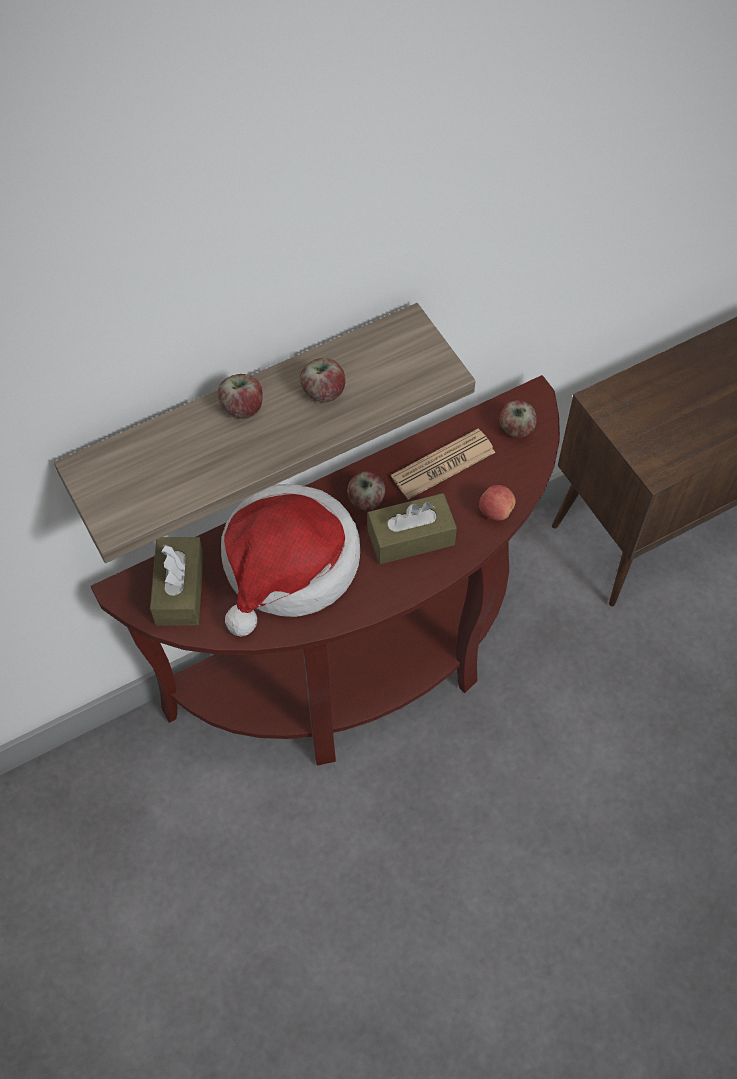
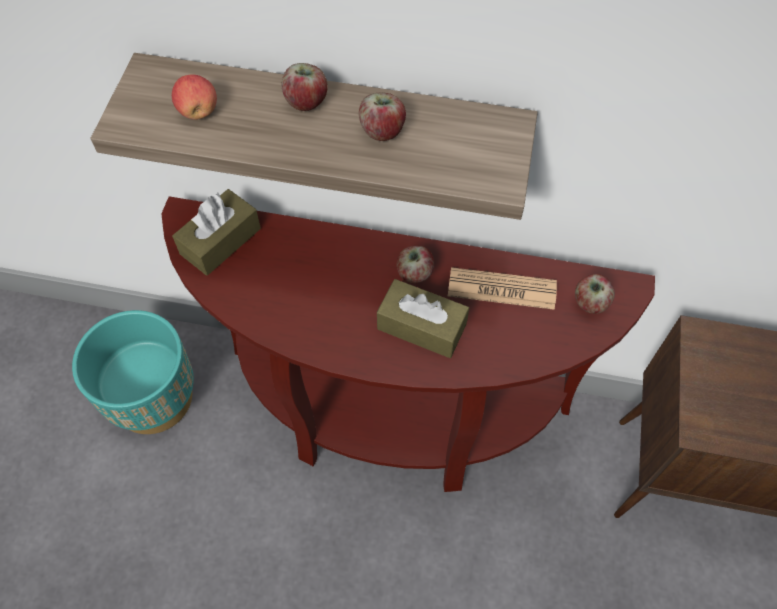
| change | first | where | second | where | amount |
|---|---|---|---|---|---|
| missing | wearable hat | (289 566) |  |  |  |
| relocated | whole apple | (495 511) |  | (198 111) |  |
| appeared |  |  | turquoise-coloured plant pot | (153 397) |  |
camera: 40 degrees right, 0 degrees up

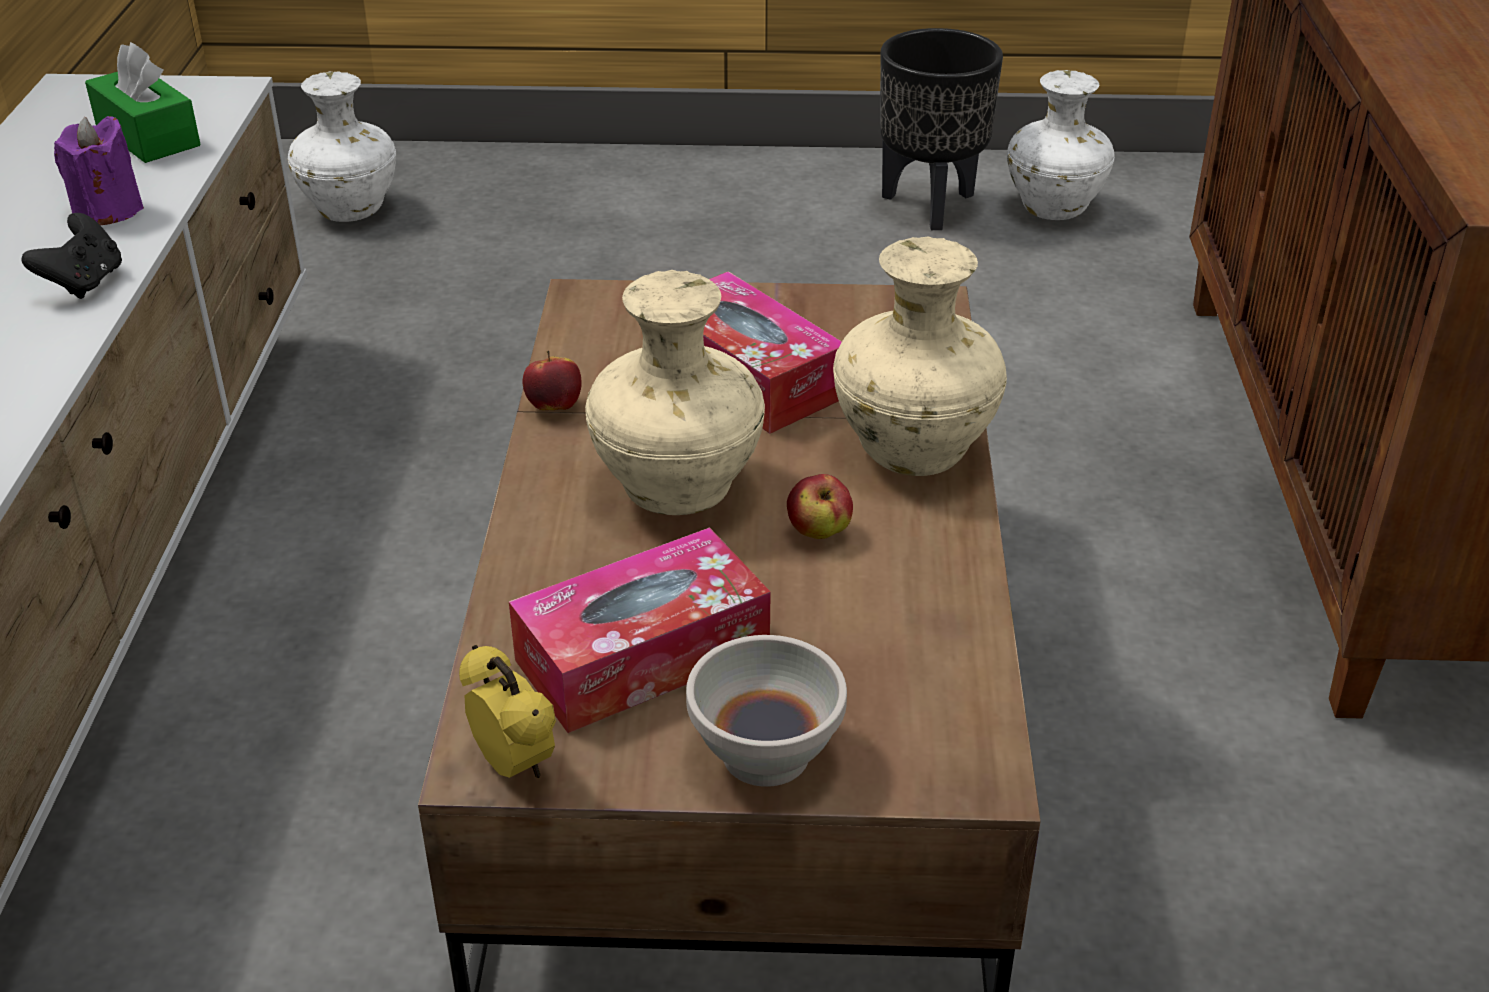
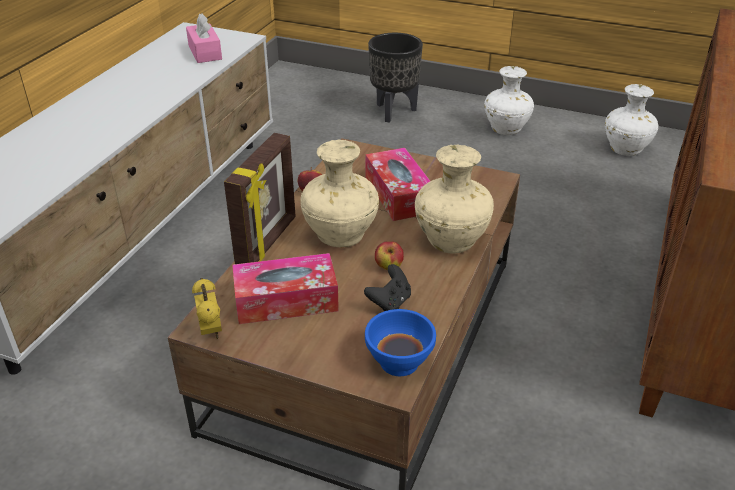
| change | first | where | second | where | amount |
|---|---|---|---|---|---|
| relocated | blackish game controller | (84 283) |  | (390 302) |  |
| missing | purple-coloured wax light | (107 211) |  |  |  |
| colour | greenish box of tissues | (148 136) | pink box of tissues | (205 52) |  |
| relocated | white-coloured decorative vase | (352 210) |  | (506 129) |  |
| missing | white-coloured serving bowl | (763 756) |  |  |  |
| relocated | blackish plant pot | (931 206) |  | (394 112) |  |
| appeared |  |  | photo frame | (268 242) |  |
| appeared |  |  | bluish serving bowl | (398 362) |  |
camera: 20 degrees right, 0 degrees up

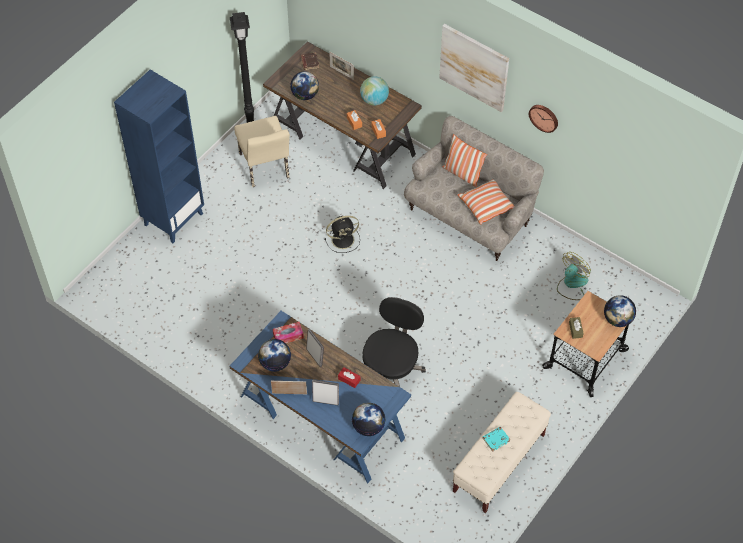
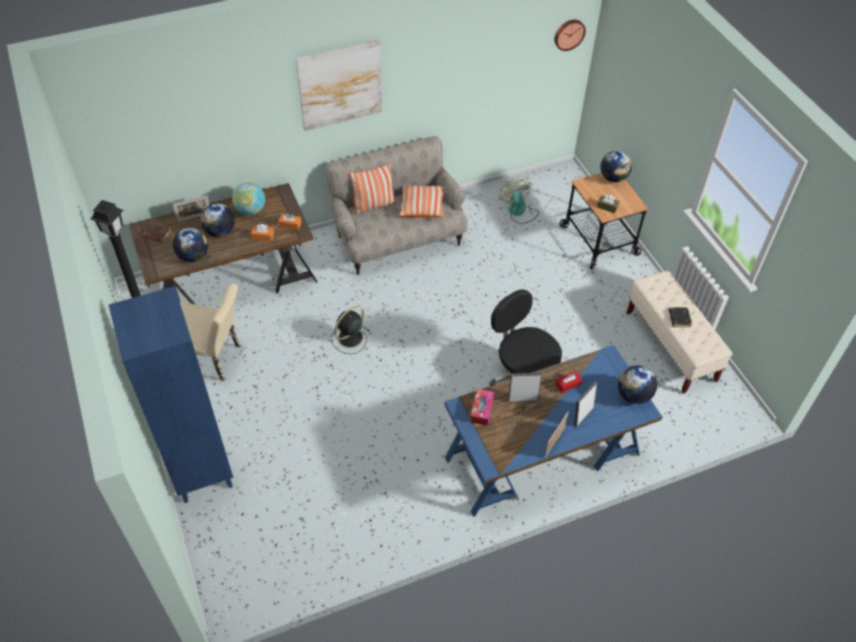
| change | first | where | second | where | amount |
|---|---|---|---|---|---|
| relocated | globe | (275 363) |  | (220 231) |  |
| spun | blackish electric fan | (344 239) |  | (349 338) | 150 degrees counterclockwise |
| colour | turquoise-coloured bound book | (496 439) | blackish bound book | (679 318) |  |
| relocated | clock on the wall | (544 117) |  | (569 34) |  |
camera: 60 degrees left, 5 degrees down

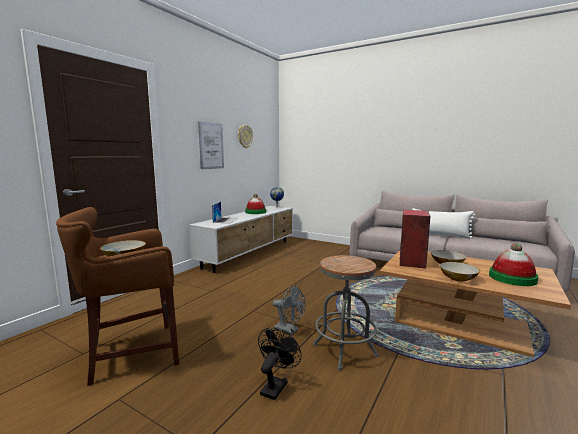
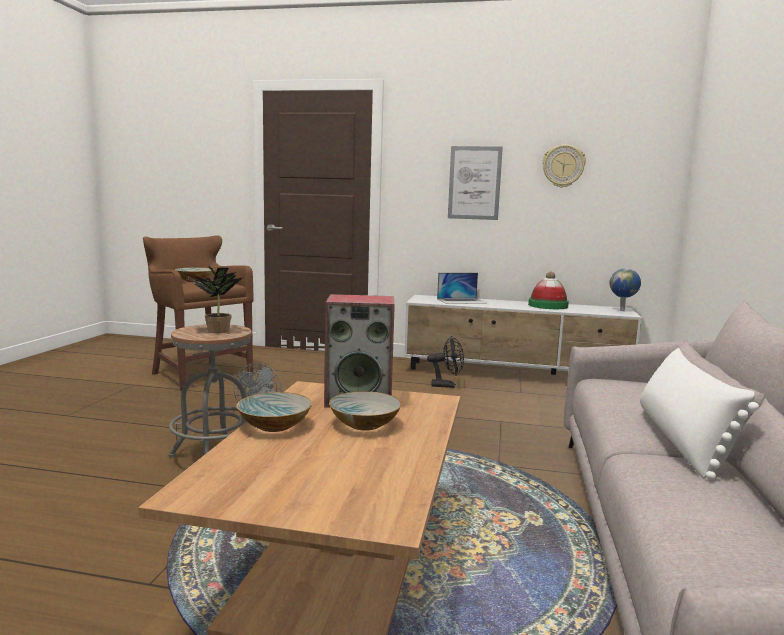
| change | first | where | second | where | amount |
|---|---|---|---|---|---|
| relocated | blackish electric fan | (276 385) |  | (447 385) |  |
| missing | wearable hat | (512 278) |  |  |  |
| appeared |  |  | potted plant | (215 331) |  |
camera: 70 degrees right, 0 degrees up

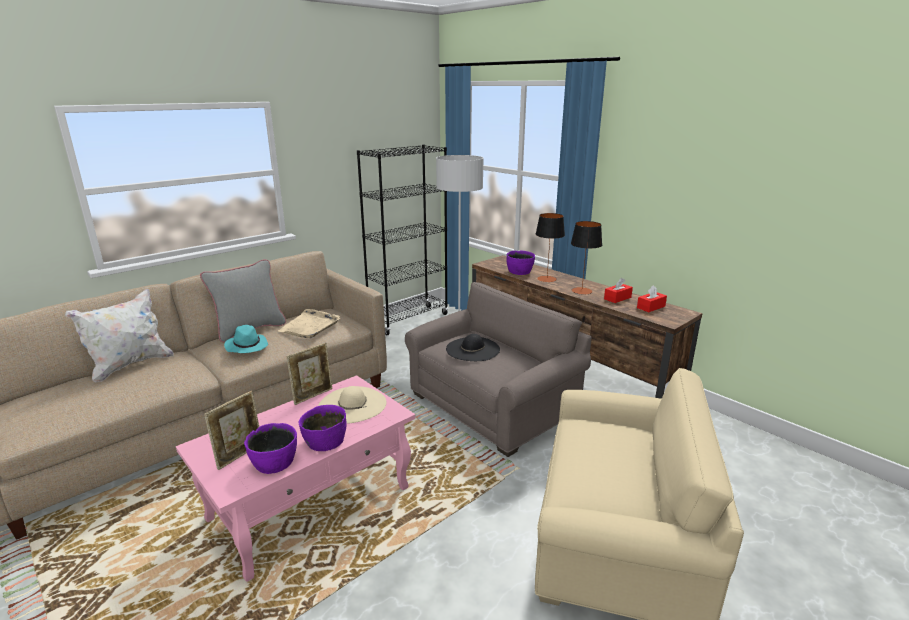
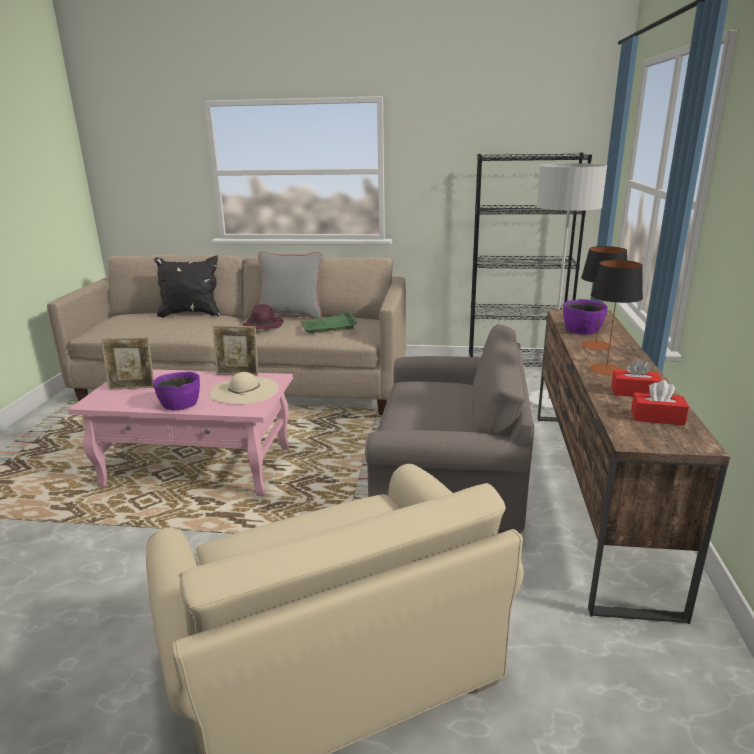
| change | first | where | second | where | amount |
|---|---|---|---|---|---|
| colour | white-coloured cushion | (130 365) | blackish cushion | (191 314) |  |
| colour | turquoise-coloured wearable hat | (246 346) | purple-coloured wearable hat | (263 325) |  |
| missing | purple-coloured serving bowl | (275 462) |  |  |  |
| colour | sand-coloured tray | (310 326) | greenish tray | (329 326) |  |
| missing | blackish wearable hat | (473 349) |  |  |  |
camera: 50 degrees right, 0 degrees up

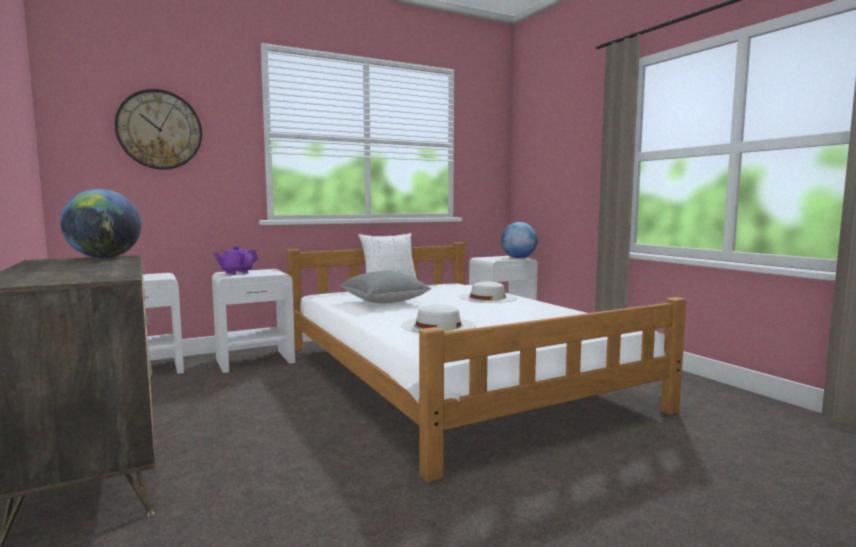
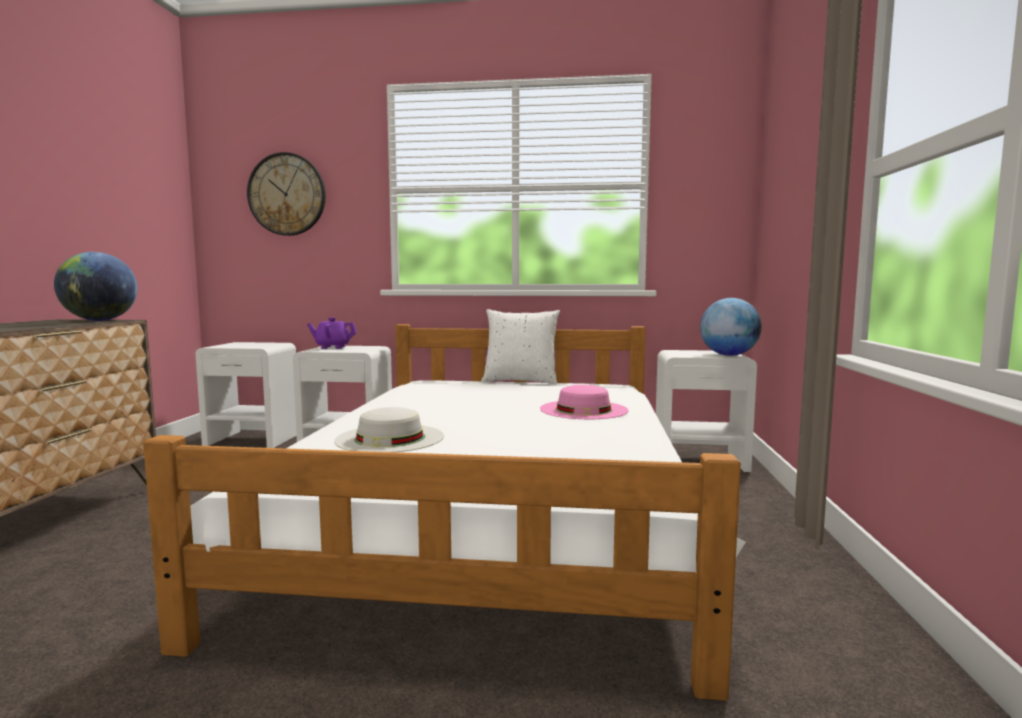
| change | first | where | second | where | amount |
|---|---|---|---|---|---|
| missing | grey cushion | (384 302) |  |  |  |
| colour | white-coloured wearable hat | (487 297) | pink wearable hat | (583 409) |  |
camera: 35 degrees right, 0 degrees up

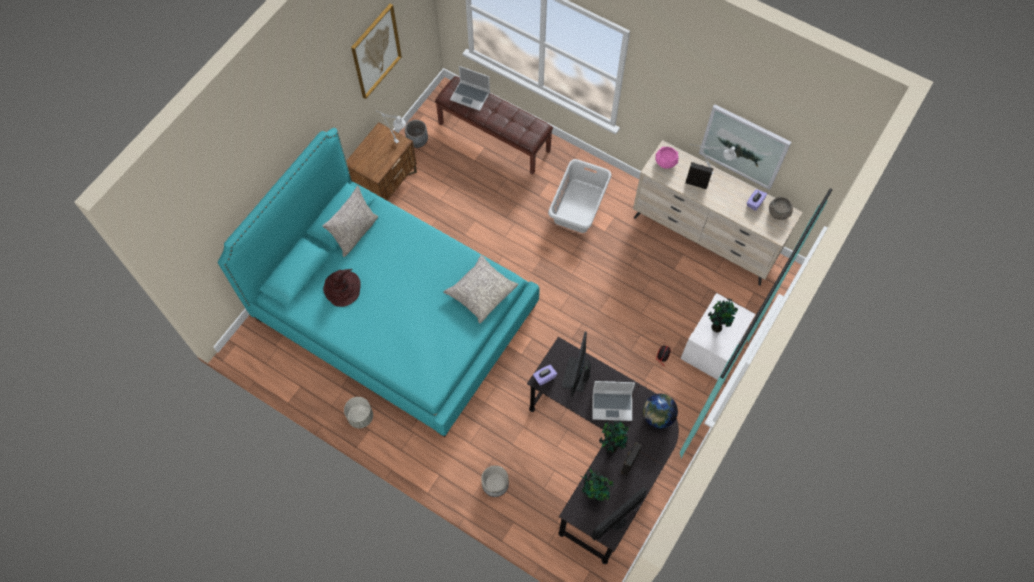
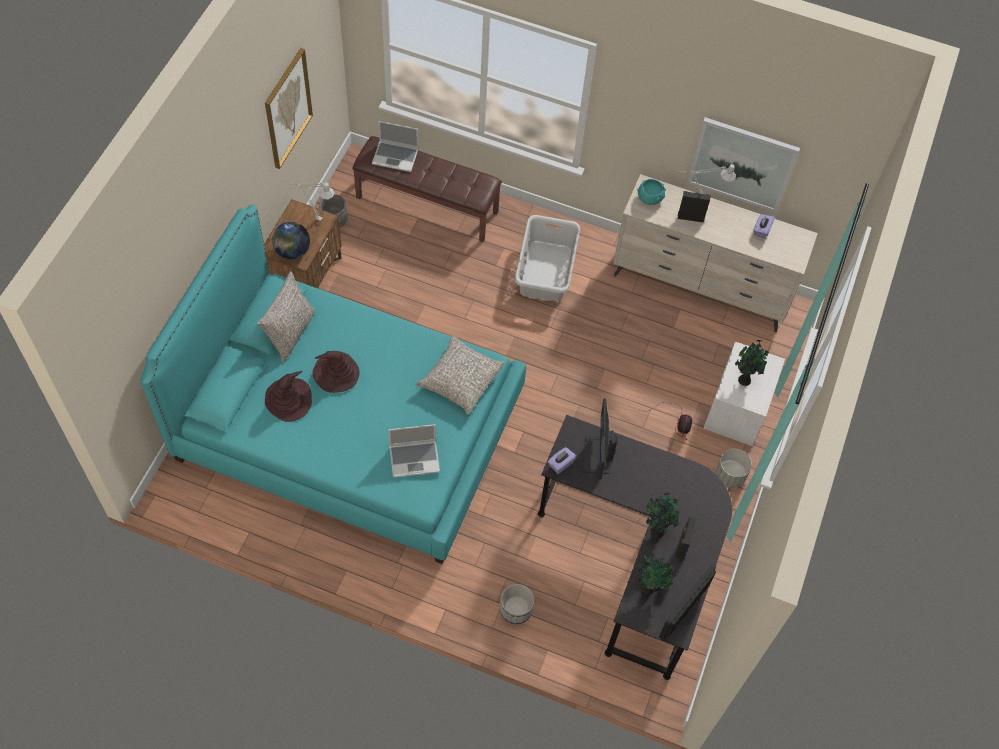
| change | first | where | second | where | amount |
|---|---|---|---|---|---|
| relocated | grey plant pot | (360 417) |  | (730 475) |  |
| relocated | laptop | (612 405) |  | (415 458) |  |
| relocated | globe | (657 416) |  | (292 251) |  |
| colour | pink serving bowl | (665 162) | turquoise-coloured serving bowl | (649 198) |  |
| missing | grey serving bowl | (778 212) |  |  |  |
| appeared |  |  | brown wearable hat | (336 373) |  |
camera: 15 degrees left, 5 degrees down

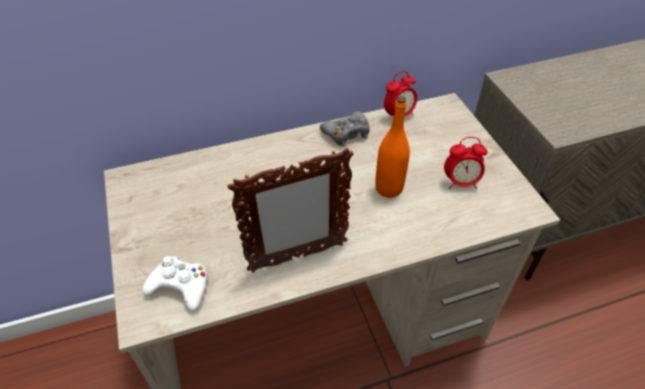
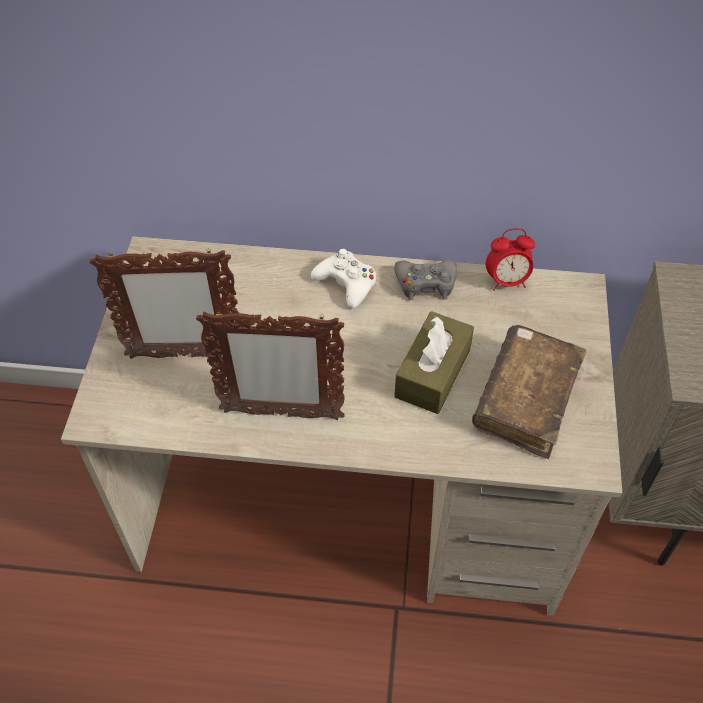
| change | first | where | second | where | amount |
|---|---|---|---|---|---|
| relocated | white-coloured game controller | (180 287) |  | (346 284) |  |
| exchanged | orange-coloured drink bottle | (389 188) | brown box of tissues | (432 373) |  |
| exchanged | table clock | (460 182) | brown bound book | (526 398) |  |
| appeared |  |  | photo frame | (184 355) |  |
camera: 25 degrees right, 5 degrees up

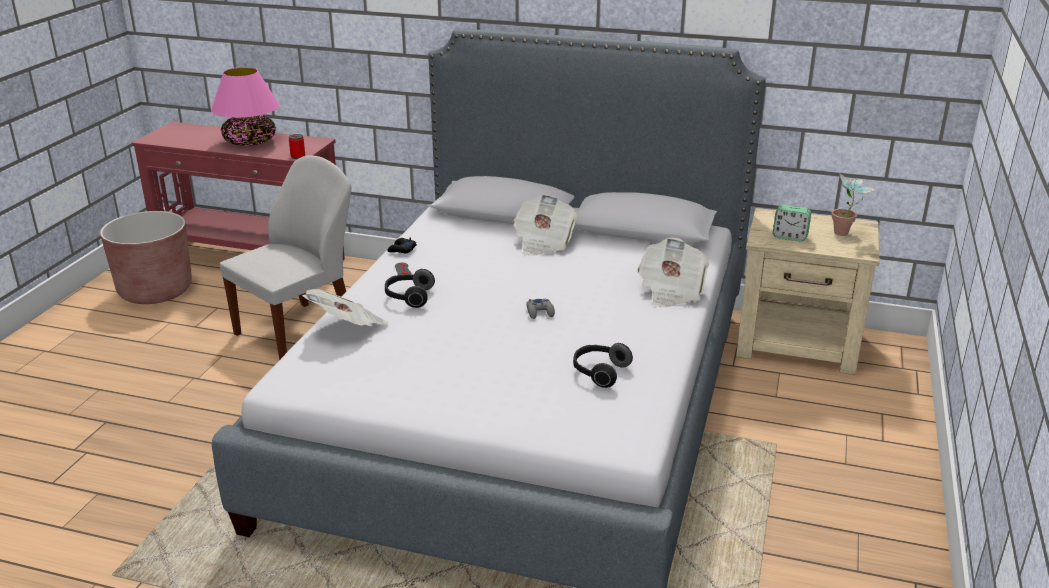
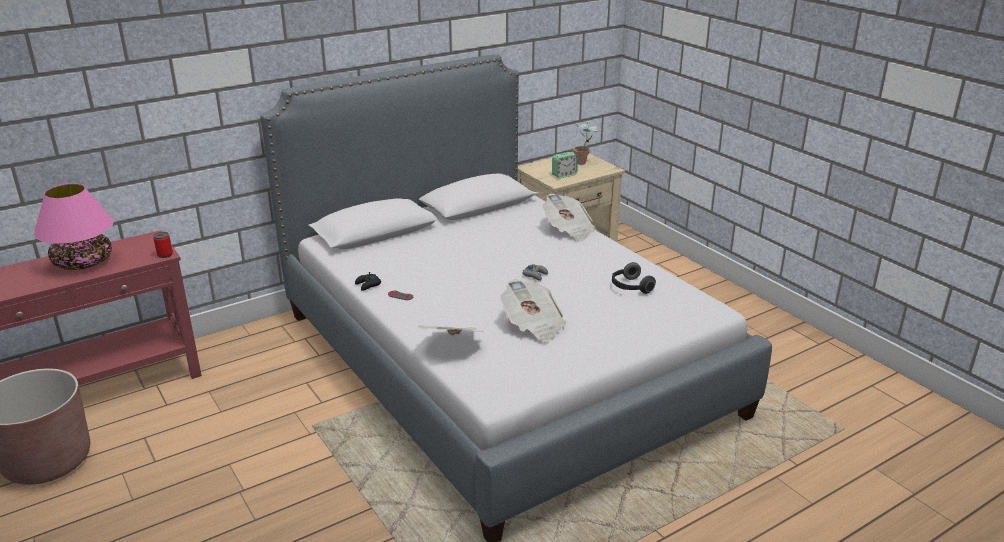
| change | first | where | second | where | amount |
|---|---|---|---|---|---|
| missing | white-coloured chair | (298 331) |  |  |  |
| missing | headphones | (408 297) |  |  |  |
| relocated | printed paper | (543 242) |  | (533 326) |  |
camera: 50 degrees left, 0 degrees up

